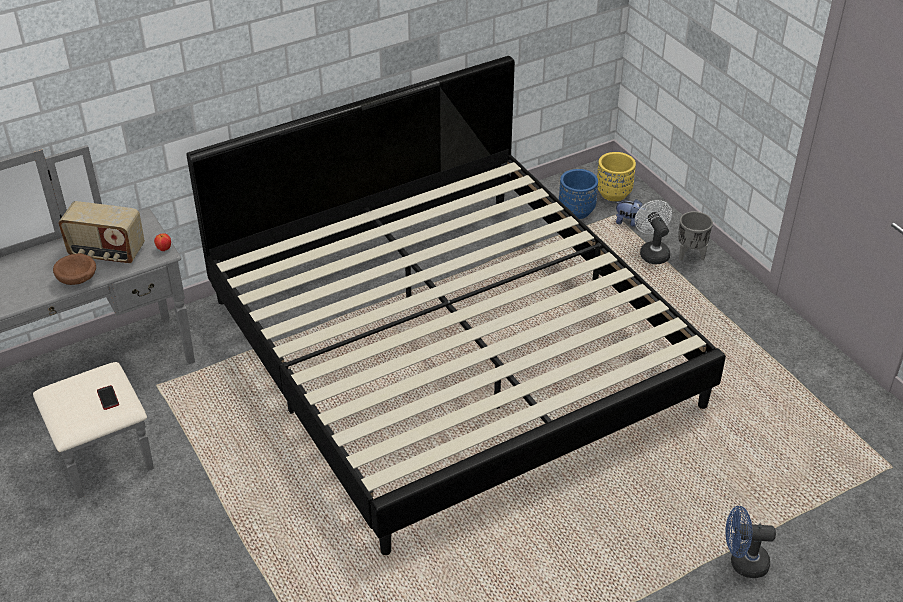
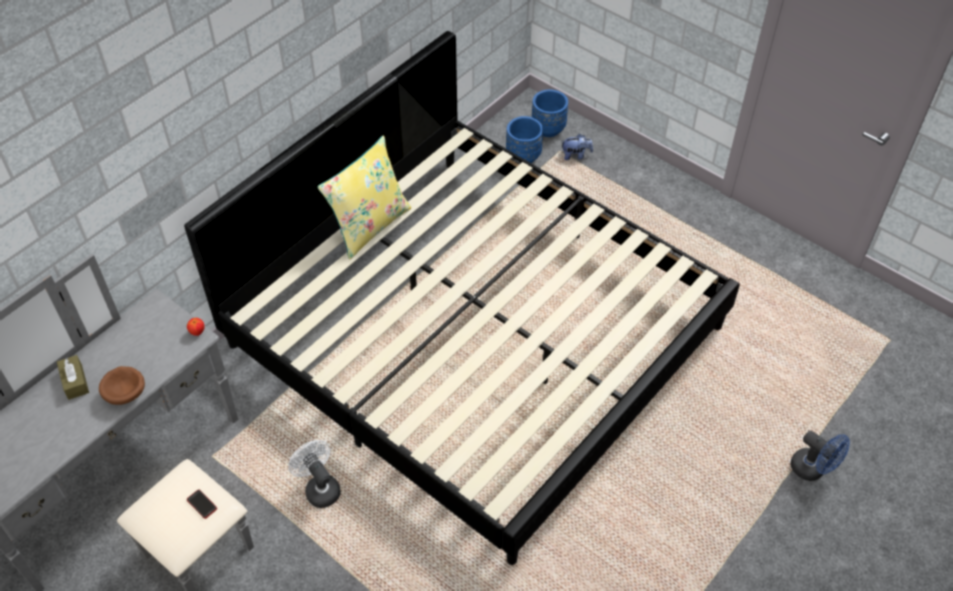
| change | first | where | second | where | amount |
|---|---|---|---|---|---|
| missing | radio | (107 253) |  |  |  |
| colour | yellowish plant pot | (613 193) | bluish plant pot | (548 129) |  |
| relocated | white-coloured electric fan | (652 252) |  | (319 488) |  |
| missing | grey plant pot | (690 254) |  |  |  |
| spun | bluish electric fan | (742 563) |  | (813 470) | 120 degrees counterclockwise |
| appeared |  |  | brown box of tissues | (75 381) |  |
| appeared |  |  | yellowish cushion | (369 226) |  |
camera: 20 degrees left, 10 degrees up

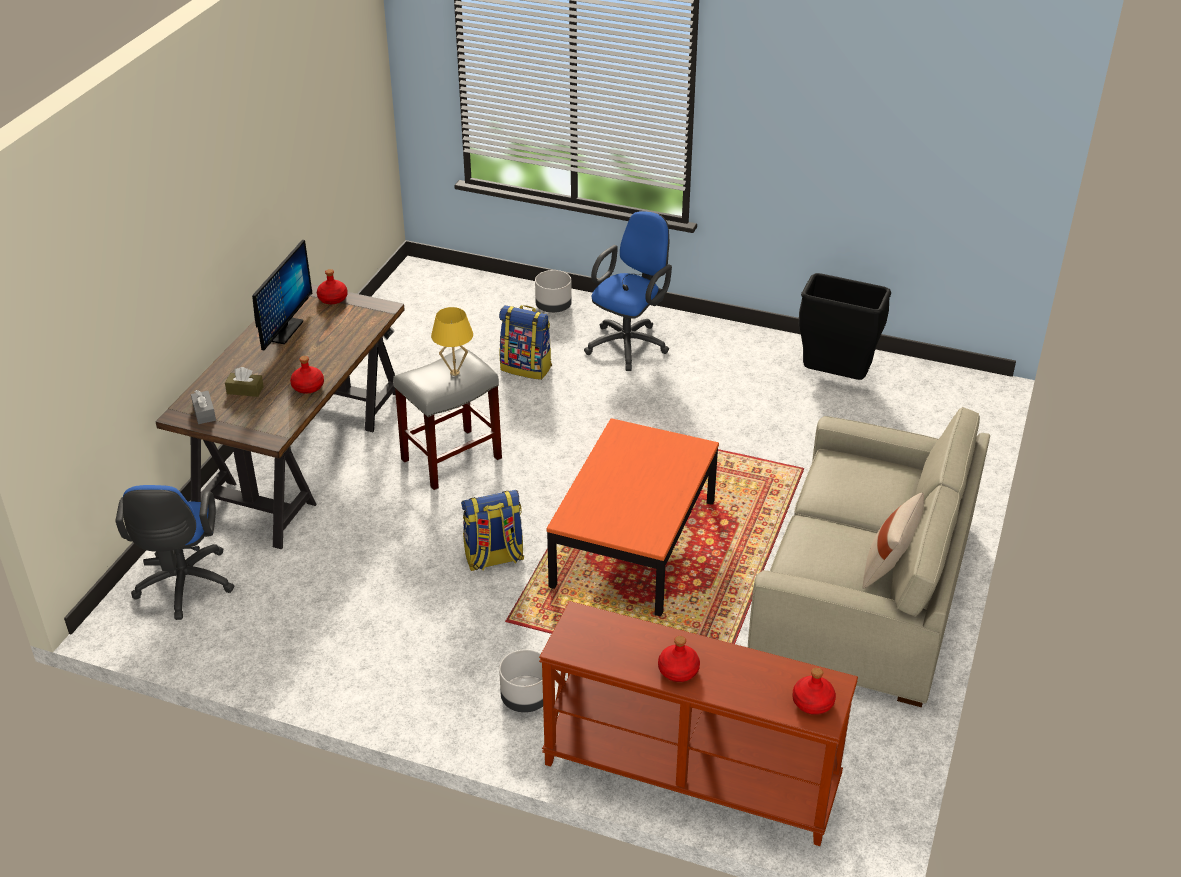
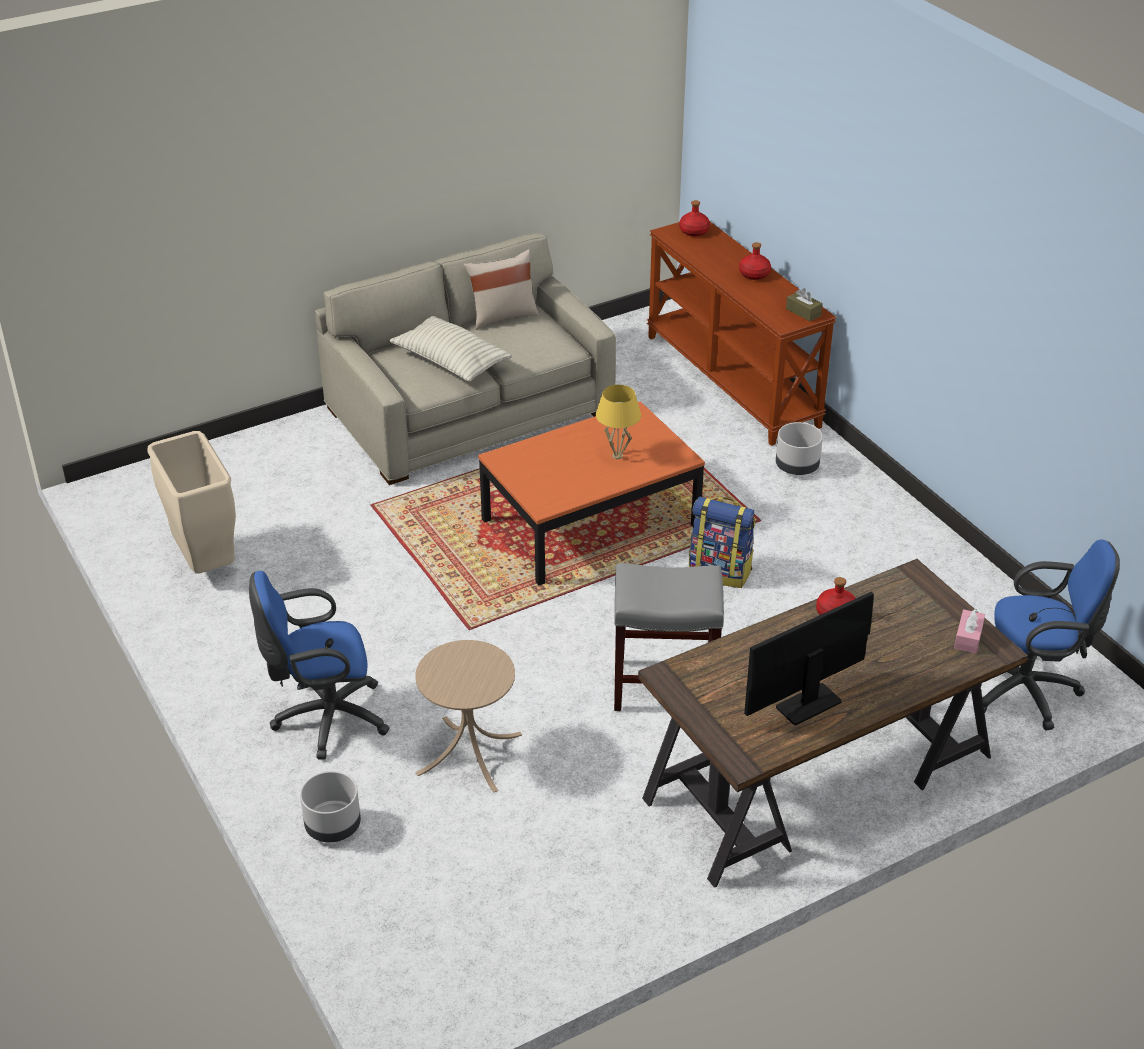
| change | first | where | second | where | amount |
|---|---|---|---|---|---|
| spun | bluish desk chair | (184 587) |  | (1029 691) | 60 degrees clockwise |
| colour | grey box of tissues | (204 413) | pink box of tissues | (968 638) |  |
| relocated | brown box of tissues | (245 390) |  | (803 312) |  |
| missing | red drink bottle | (333 298) |  |  |  |
| relocated | yellowish table lamp | (454 373) |  | (617 456) |  |
| exchanged | rucksack | (526 368) | sand-coloured accent table | (469 753) |  |
| colour | blackish trash can | (835 378) | sand-coloured trash can | (205 564) |  |
| appeared |  |  | cushion | (450 362) |  |
camera: 140 degrees left, 0 degrees up

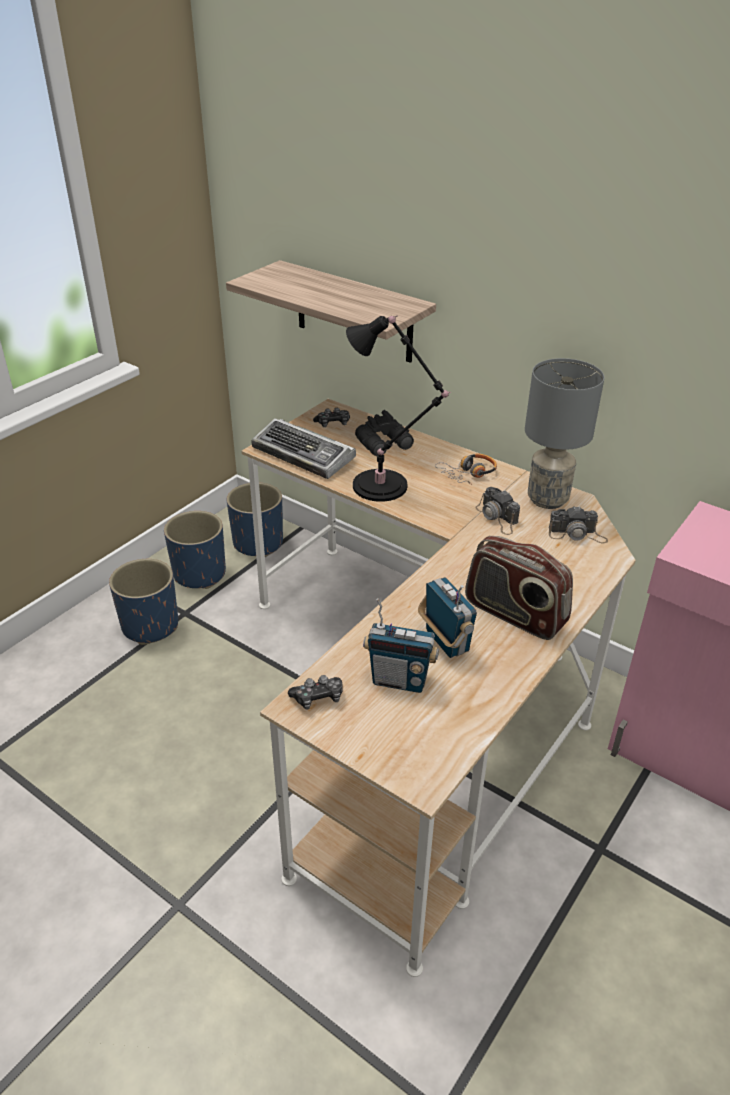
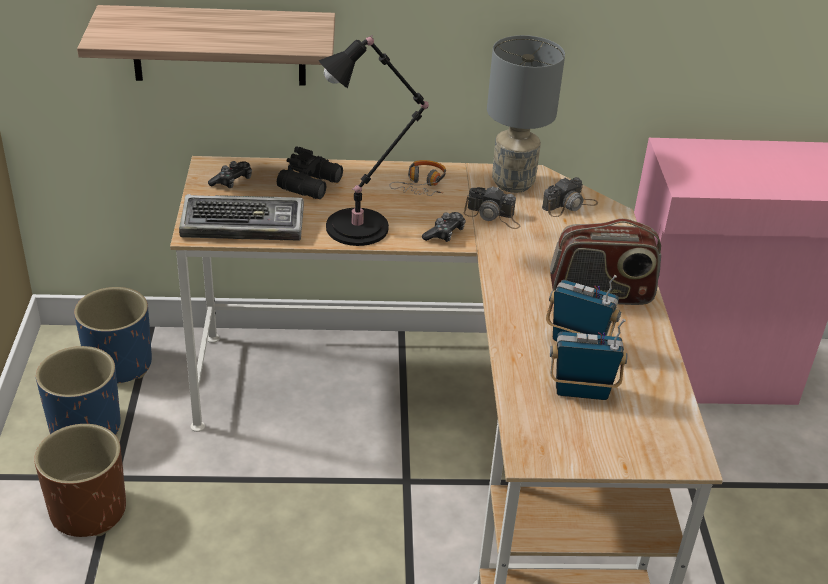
| change | first | where | second | where | amount |
|---|---|---|---|---|---|
| colour | bluish plant pot | (150 626) | brown plant pot | (88 511) |  |
| relocated | game controller | (318 698) |  | (444 233) |  |
| spun | radio | (399 680) |  | (581 391) | 150 degrees counterclockwise |
camera: 40 degrees left, 0 degrees up

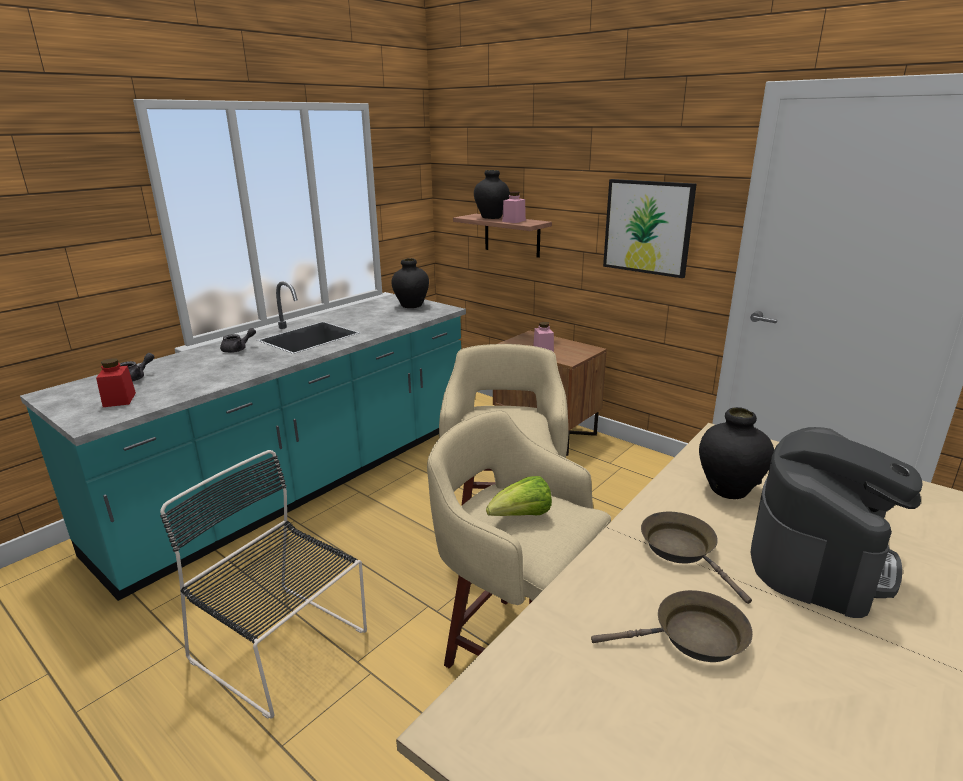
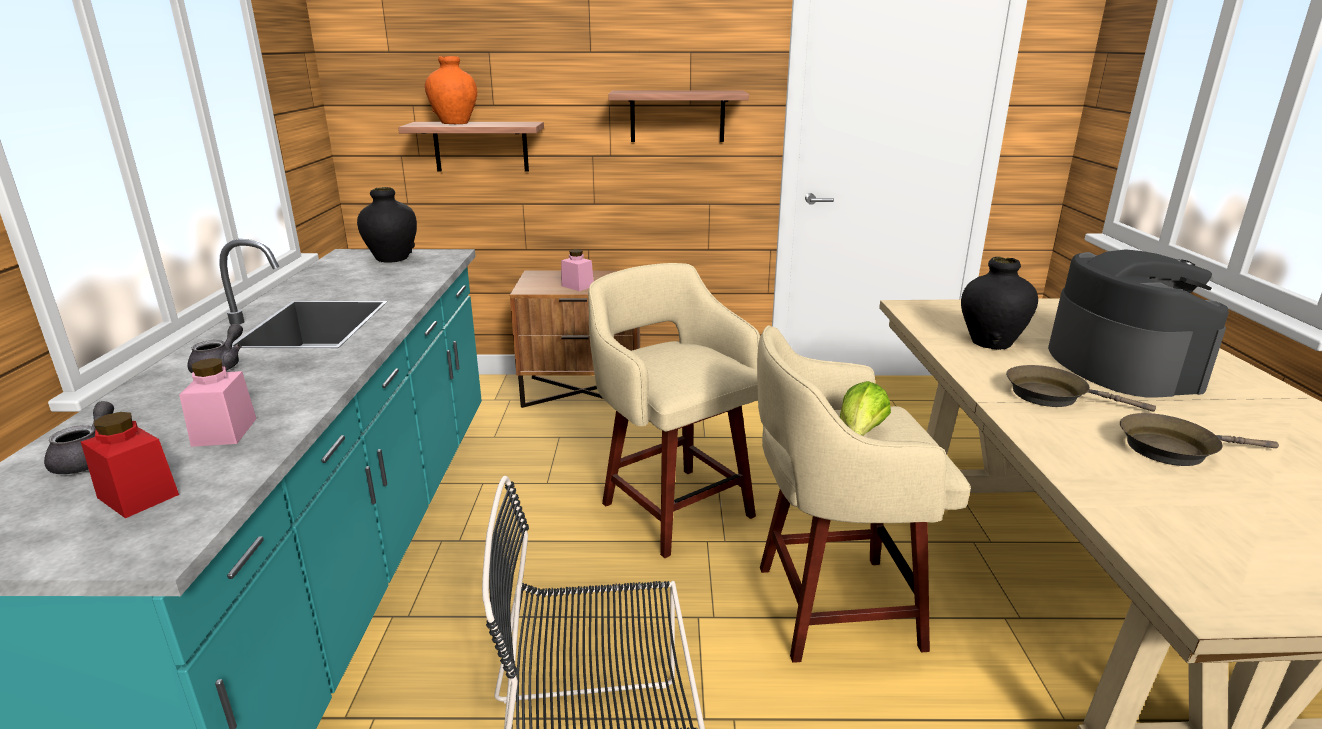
| change | first | where | second | where | amount |
|---|---|---|---|---|---|
| colour | blackish decorative vase | (491 217) | orange-coloured decorative vase | (454 123) |  |
| relocated | pink preserve jar | (514 221) |  | (224 432) |  |
| spun | brown frying pan | (692 637) |  | (1173 449) | 135 degrees counterclockwise |
| exchanged | wall picture | (648 227) | shelf | (677 116) |  |
camera: 40 degrees left, 0 degrees up

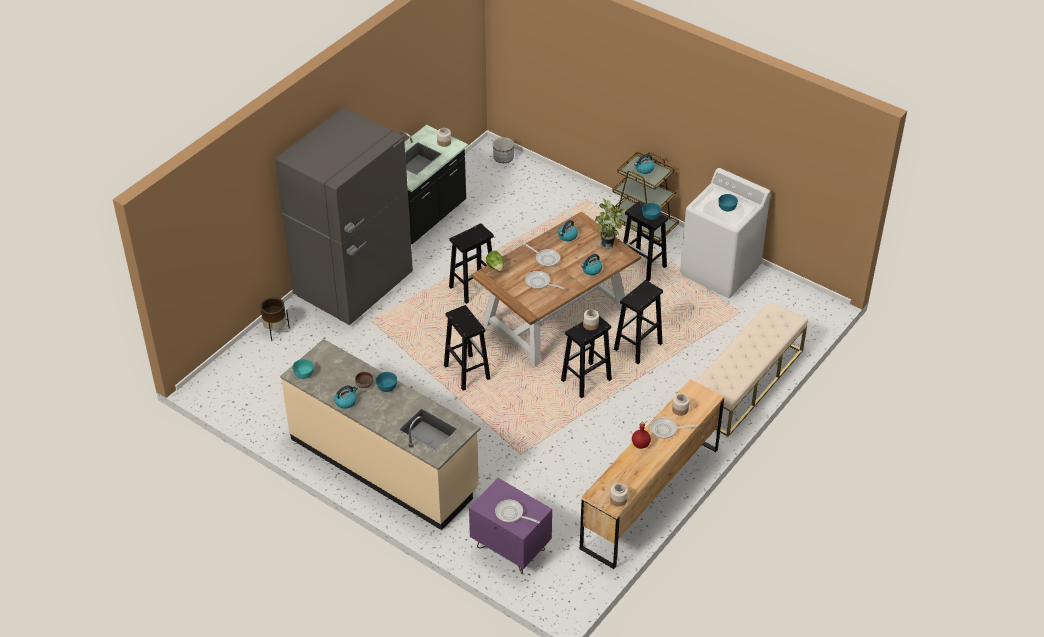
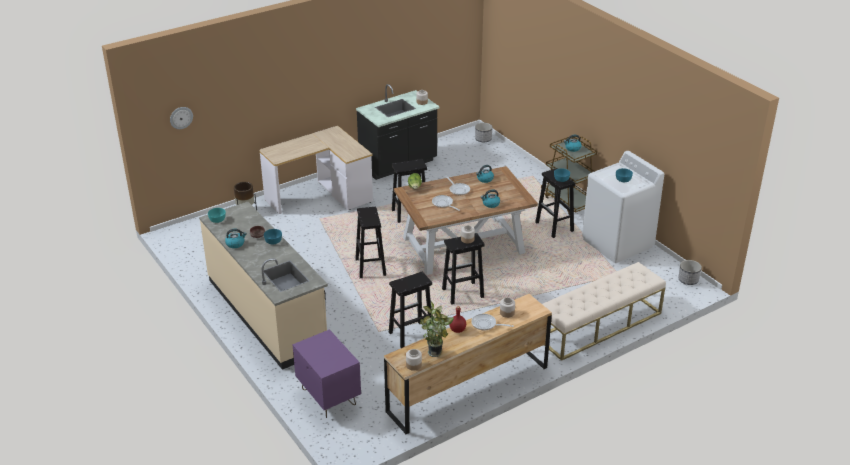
| change | first | where | second | where | amount |
|---|---|---|---|---|---|
| exchanged | grey fridge | (354 286) | desk unit | (321 195) |  |
| missing | frying pan | (511 514) |  |  |  |
| relocated | potted plant | (609 244) |  | (436 353) |  |
| relocated | blackish stool seat | (637 347) |  | (410 335) |  |
| appeared |  |  | clock on the wall | (181 117) |  |
| appeared |  |  | plant pot | (688 280) |  |
camera: 20 degrees right, 10 degrees down

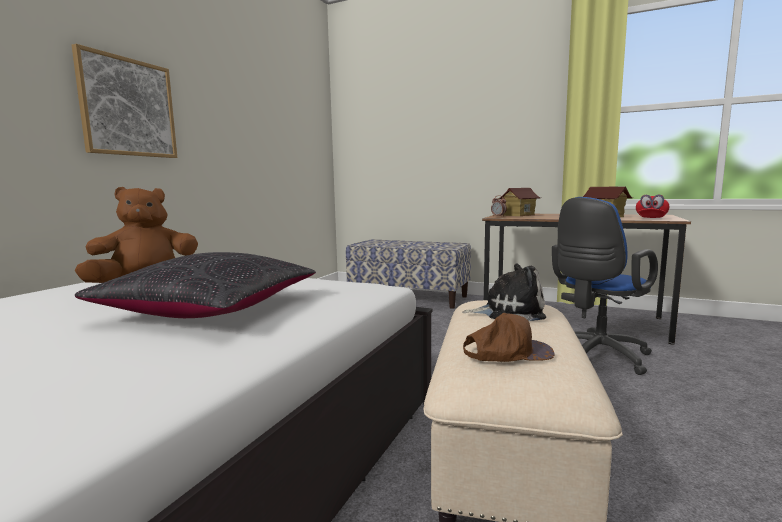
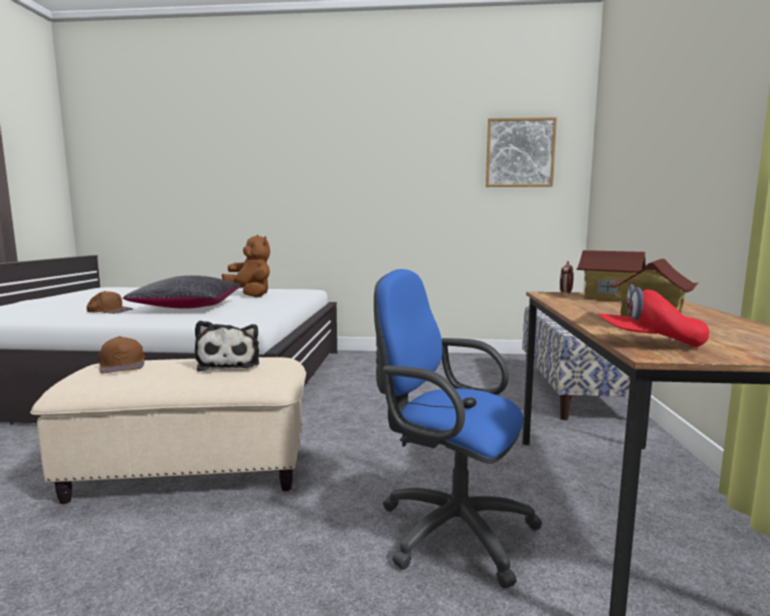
| change | first | where | second | where | amount |
|---|---|---|---|---|---|
| relocated | wall picture | (128 107) |  | (520 153) |  |
| appeared |  |  | brown baseball cap | (109 311) |  |
camera: 70 degrees right, 0 degrees up

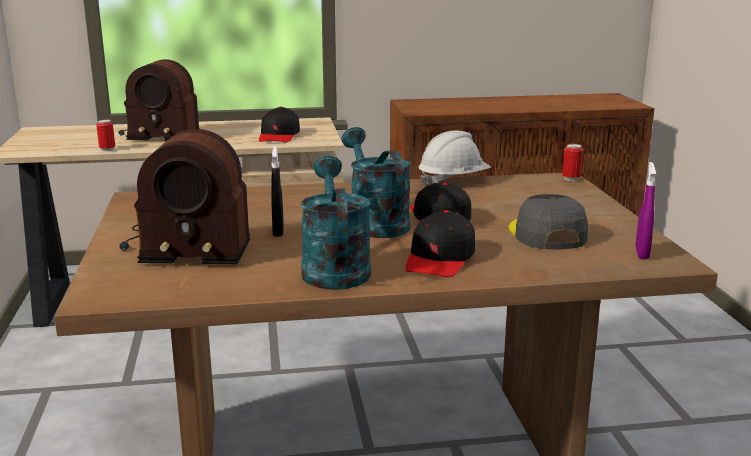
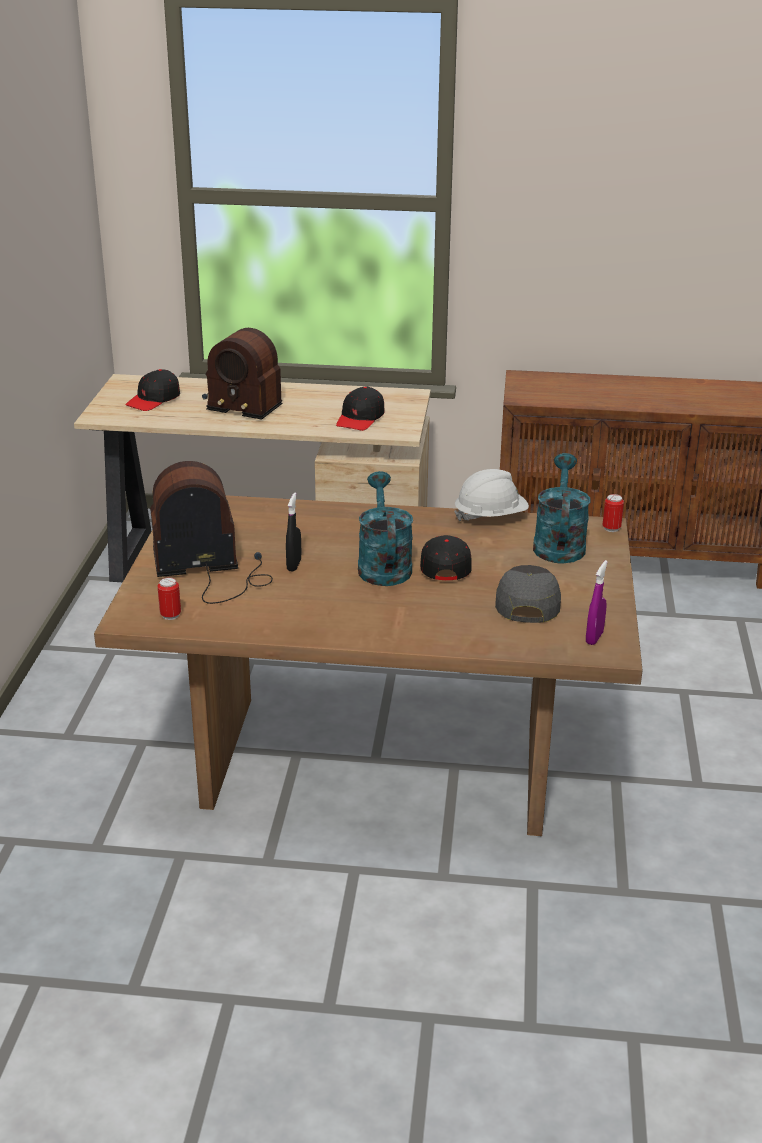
| change | first | where | second | where | amount |
|---|---|---|---|---|---|
| relocated | can | (107 149) |  | (170 615) |  |
| spun | radio | (185 245) |  | (212 570) | 150 degrees clockwise |
| relocated | turquoise-coloured watering pot | (334 268) |  | (558 543) |  |
| relocated | blackish baseball cap | (440 259) |  | (154 400) |  |
camera: 15 degrees right, 10 degrees up

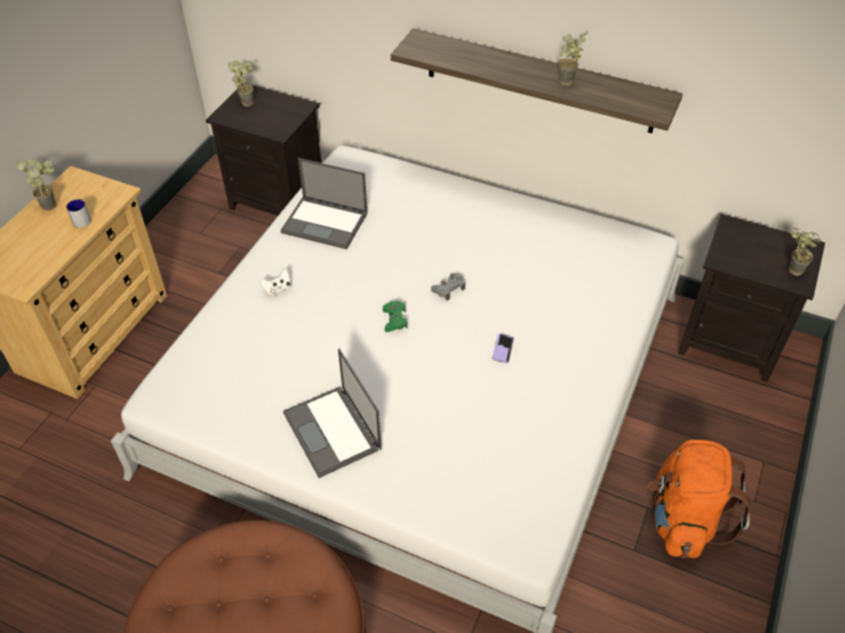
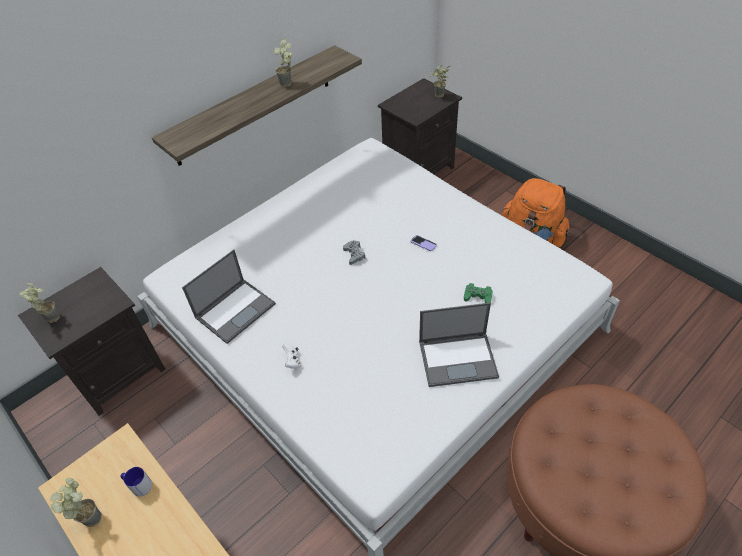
| change | first | where | second | where | amount |
|---|---|---|---|---|---|
| relocated | greenish game controller | (395 319) |  | (478 296) |  |
camera: 65 degrees left, 0 degrees up

